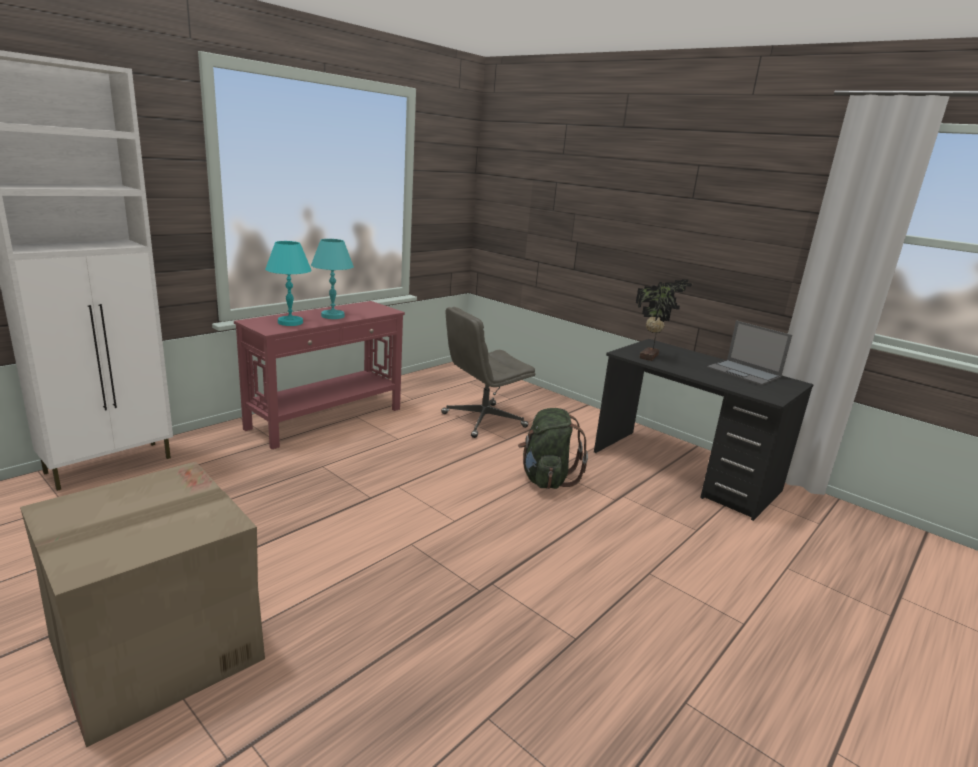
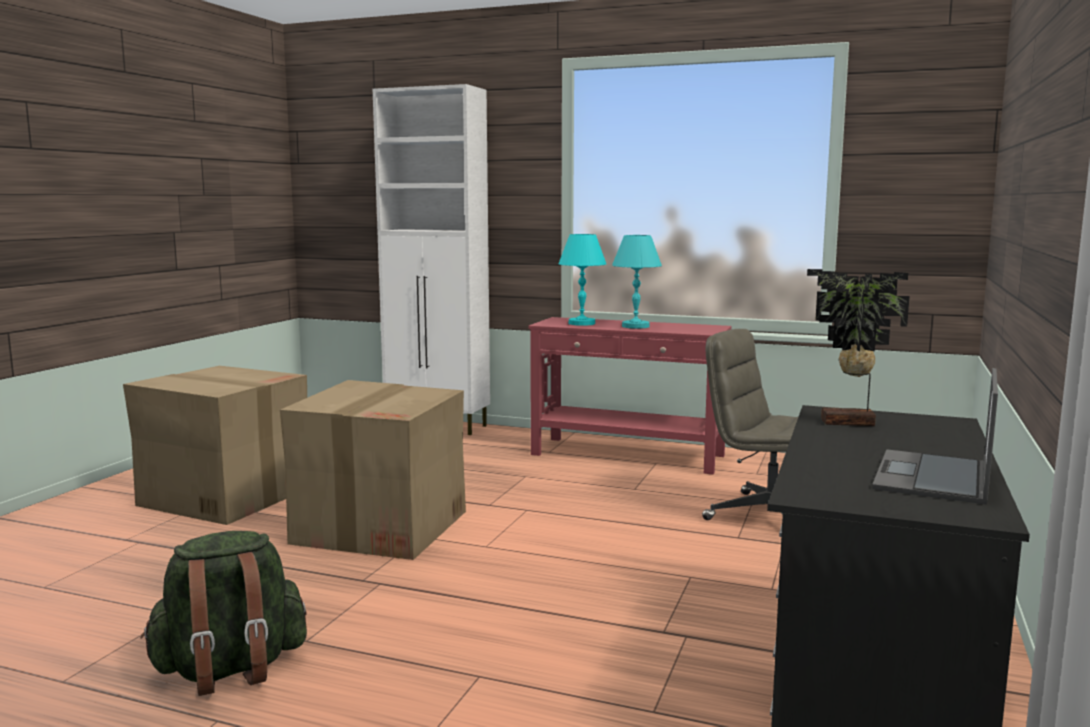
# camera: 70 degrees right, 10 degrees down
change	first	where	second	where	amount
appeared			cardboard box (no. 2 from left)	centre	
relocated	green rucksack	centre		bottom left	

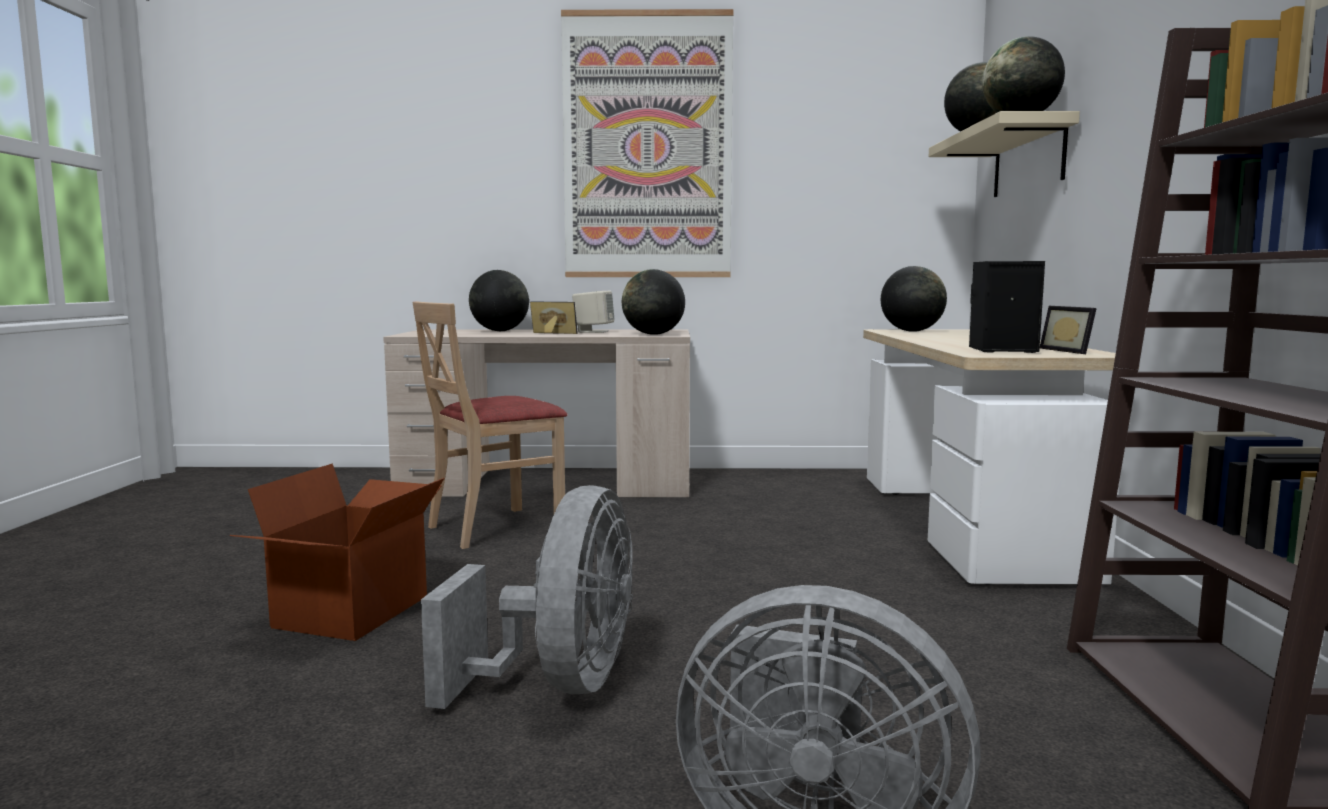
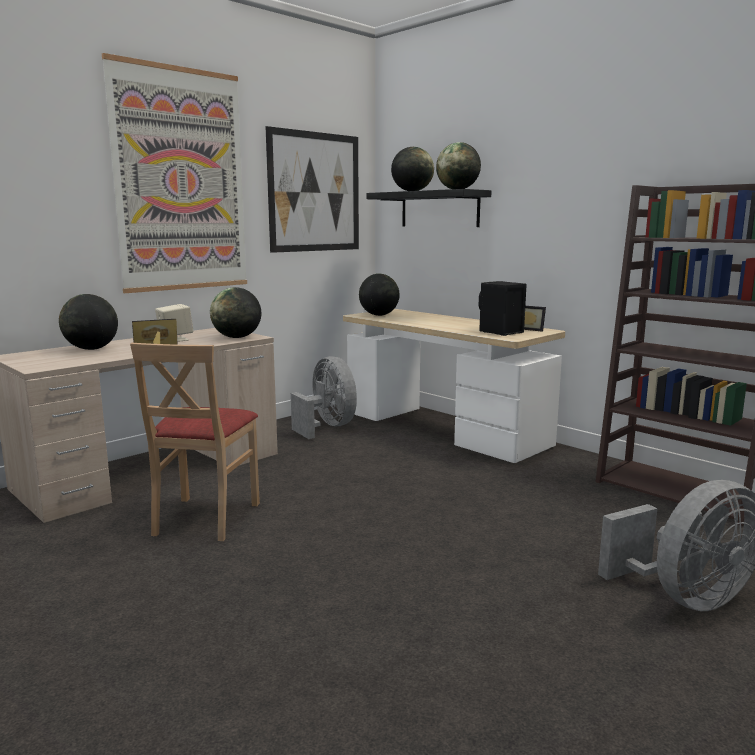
# camera: 45 degrees left, 5 degrees up
change	first	where	second	where	amount
missing	cardboard box	bottom left			
appeared			wall picture (no. 2 from left)	top centre	
relocated	gray cooling fan (no. 1 from left)	bottom centre		centre	
colour	beige wall shelf	top right	black wall shelf	top centre	

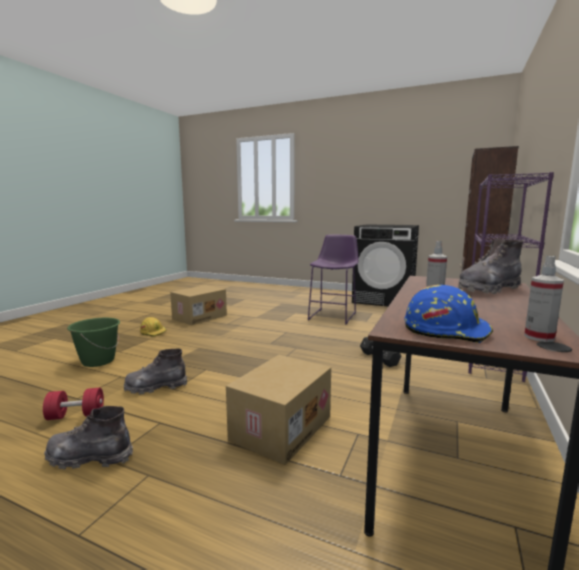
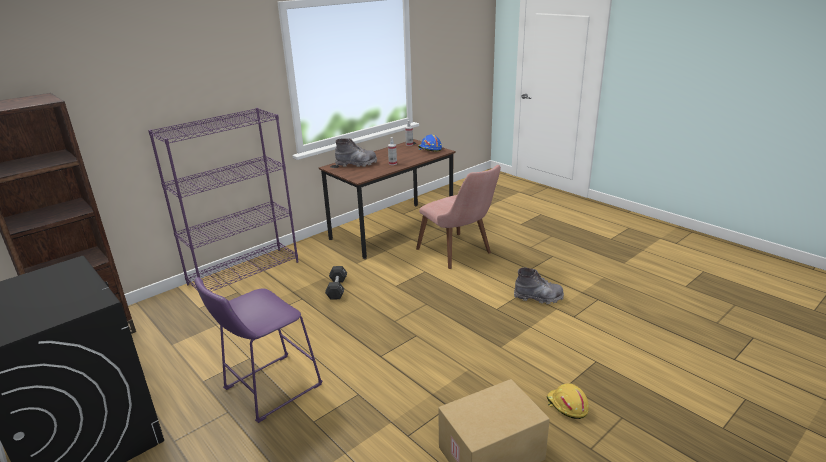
# camera: 155 degrees left, 15 degrees up
change	first	where	second	where	amount
missing	red dumbbell	bottom left			
missing	gray tall boot (no. 1 from left)	bottom left			
missing	green water bucket	middle left			
exchanged	cardboard box (no. 2 from left)	bottom centre	pinkish chair	centre	

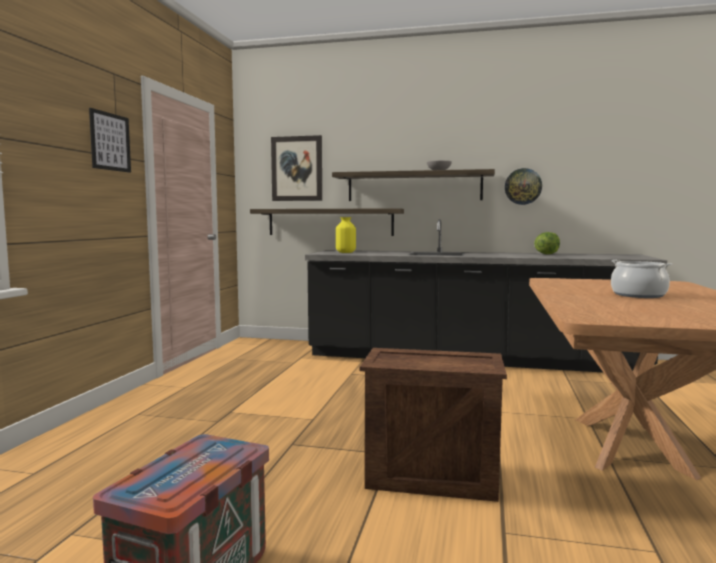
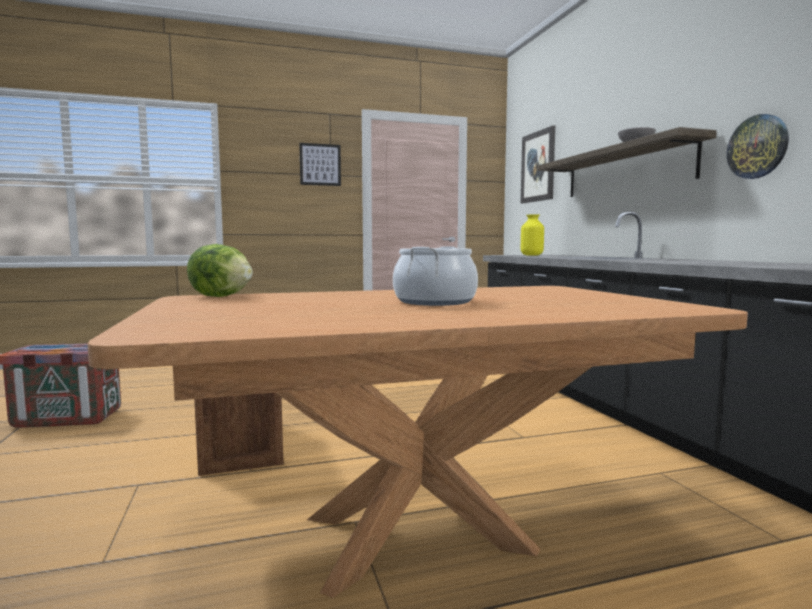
# camera: 60 degrees right, 0 degrees up
change	first	where	second	where	amount
missing	wall shelf (no. 1 from left)	centre			
relocated	lettuce	middle right		middle left	

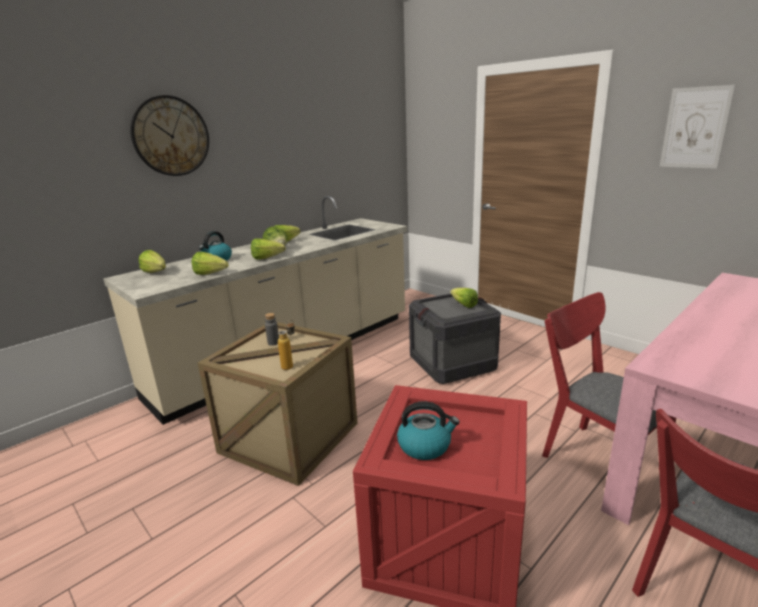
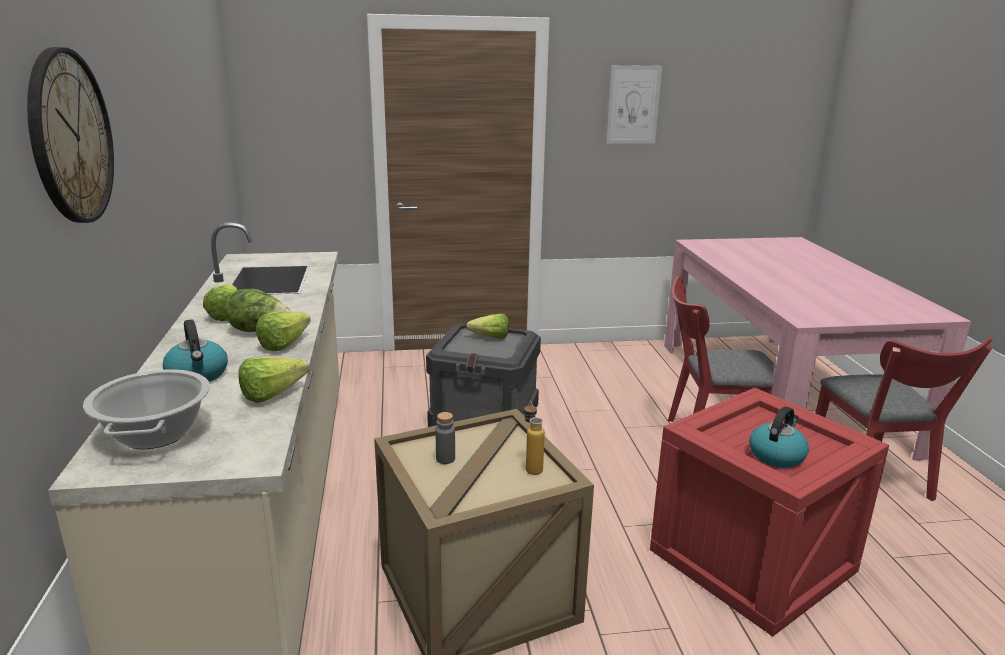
# camera: 55 degrees left, 0 degrees up
change	first	where	second	where	amount
exchanged	lettuce (no. 1 from left)	middle left	cooking pot	middle left	

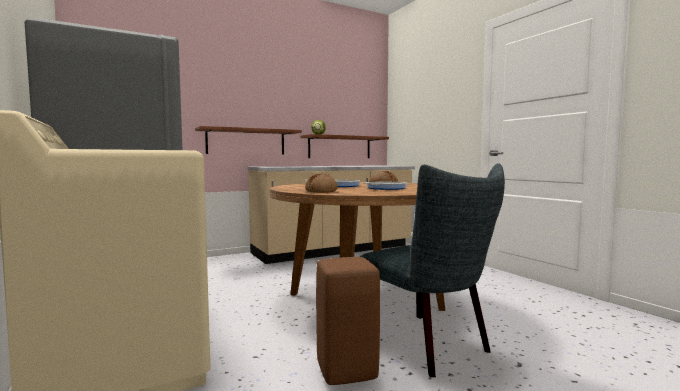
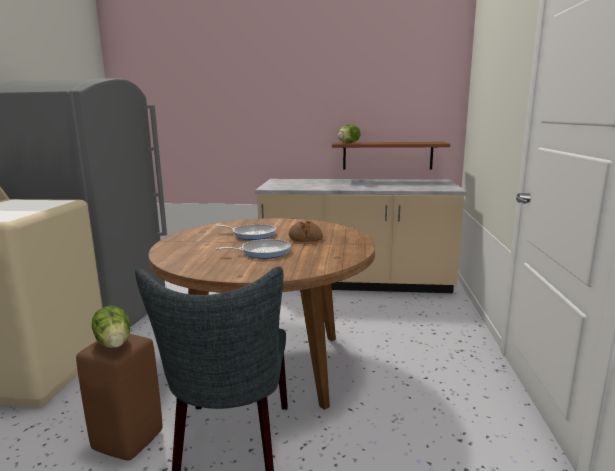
# camera: 35 degrees right, 10 degrees up
change	first	where	second	where	amount
missing	brown wall shelf (no. 1 from left)	centre			
missing	bread (no. 1 from left)	centre			
appeared			lettuce (no. 1 from left)	bottom left	

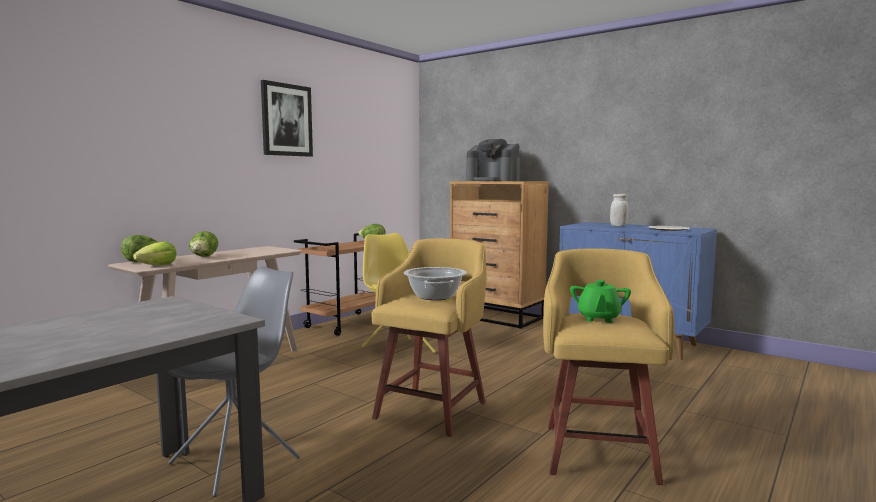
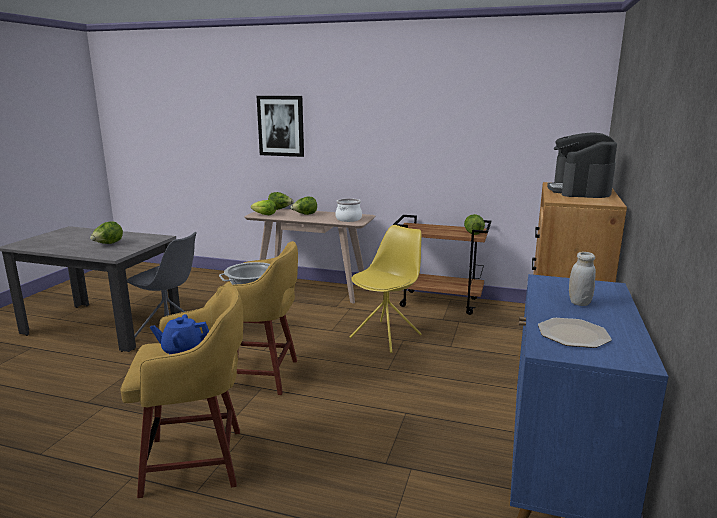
# camera: 70 degrees right, 10 degrees up
change	first	where	second	where	amount
appeared			lettuce (no. 1 from left)	middle left	
appeared			cooking pot (no. 2 from left)	centre	
relocated	wall picture	top left		top centre	
colour	green pot for tea	middle right	blue-coloured pot for tea	middle left	

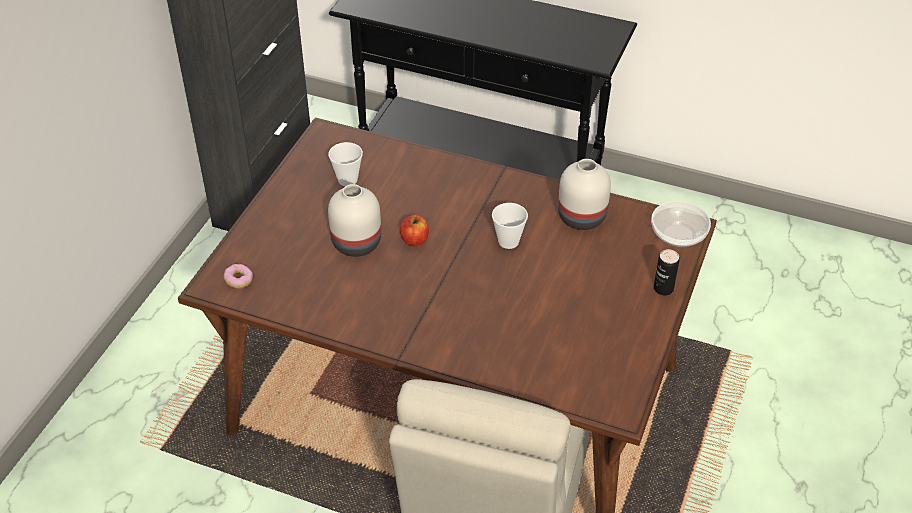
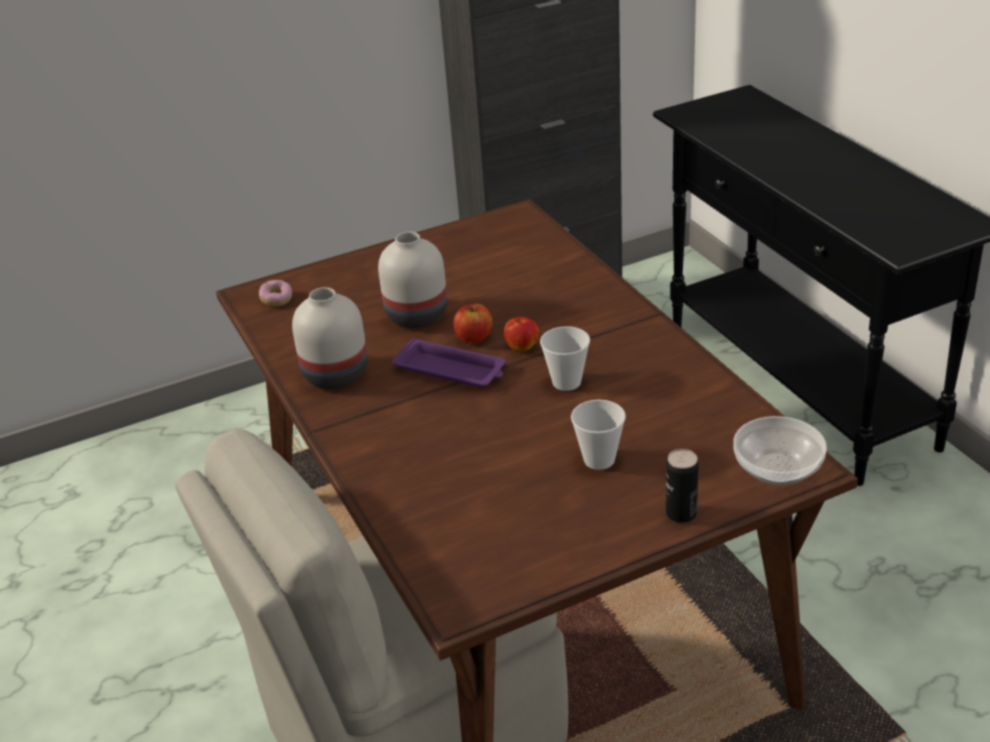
# camera: 45 degrees right, 10 degrees down
change	first	where	second	where	amount
appeared			purple-coloured tray	centre	
appeared			apple (no. 2 from left)	centre	
relocated	cup (no. 1 from left in the first image)	top centre	cup (no. 2 from left)	centre	
relocated	whitish decorative vase (no. 2 from left in the first image)	centre	whitish decorative vase (no. 1 from left)	middle left	

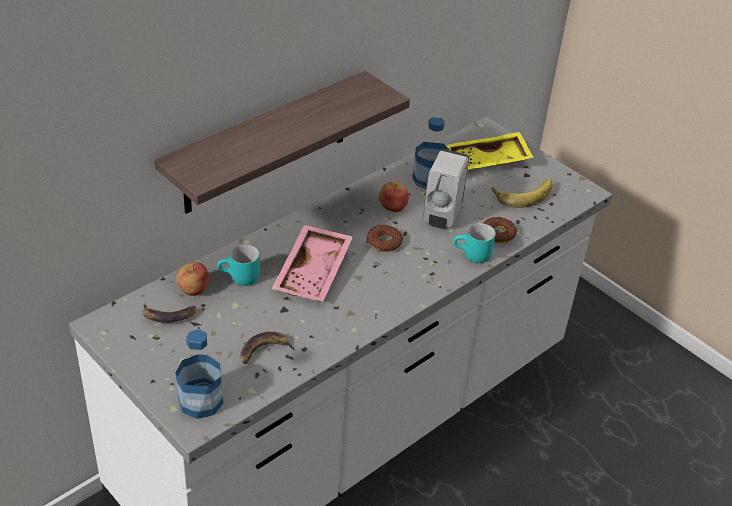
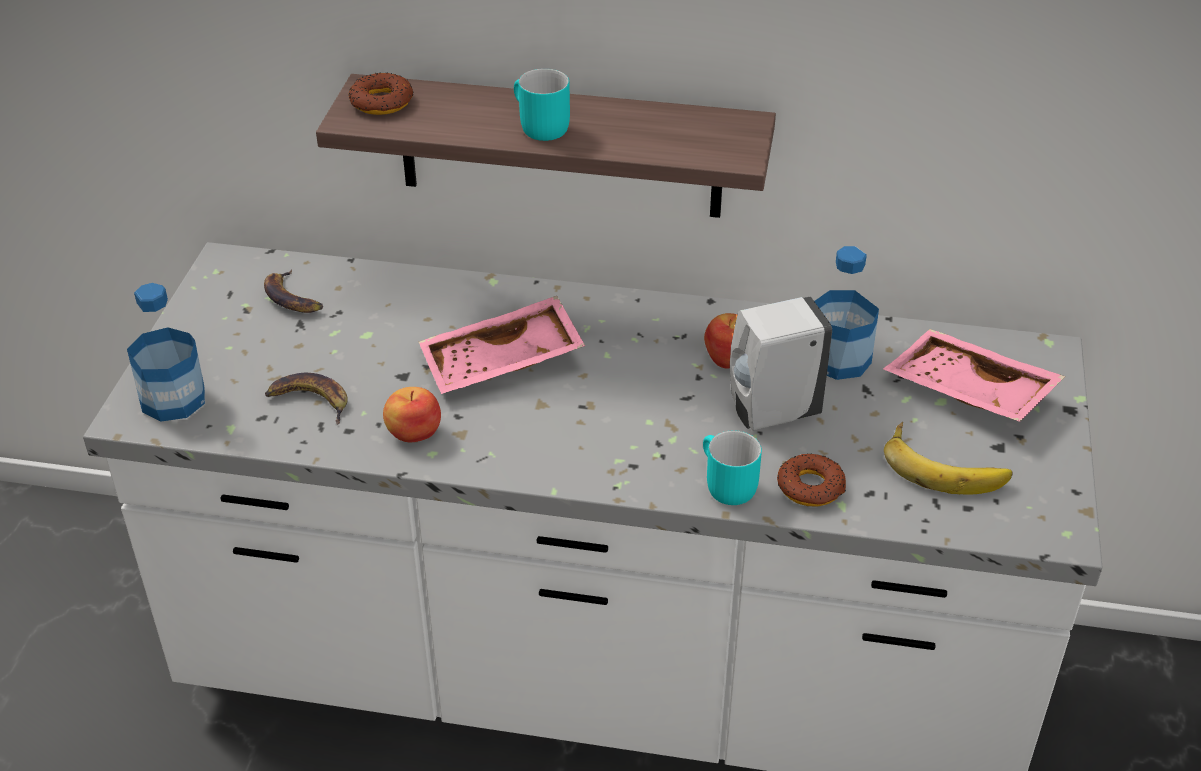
# camera: 55 degrees right, 0 degrees up
change	first	where	second	where	amount
relocated	apple (no. 1 from left)	middle left		centre	
relocated	blue-green coffee mug (no. 1 from left)	middle left		top centre	
relocated	donut (no. 1 from left)	centre		top left	
colour	yellowish tray	top right	pinkish tray (no. 2 from left)	middle right	

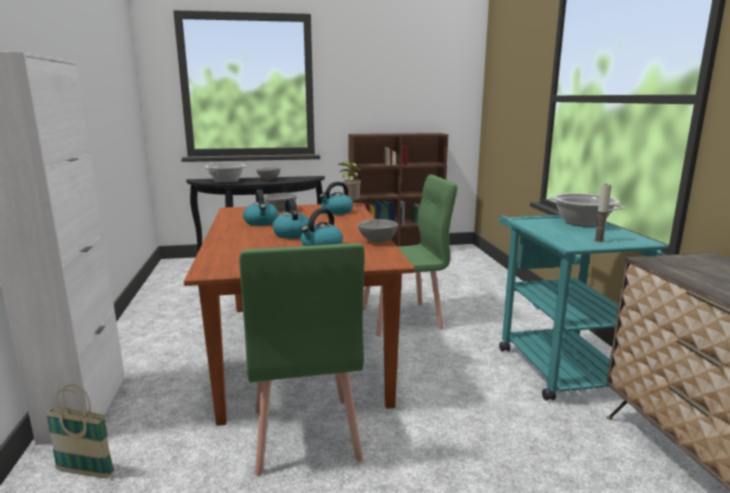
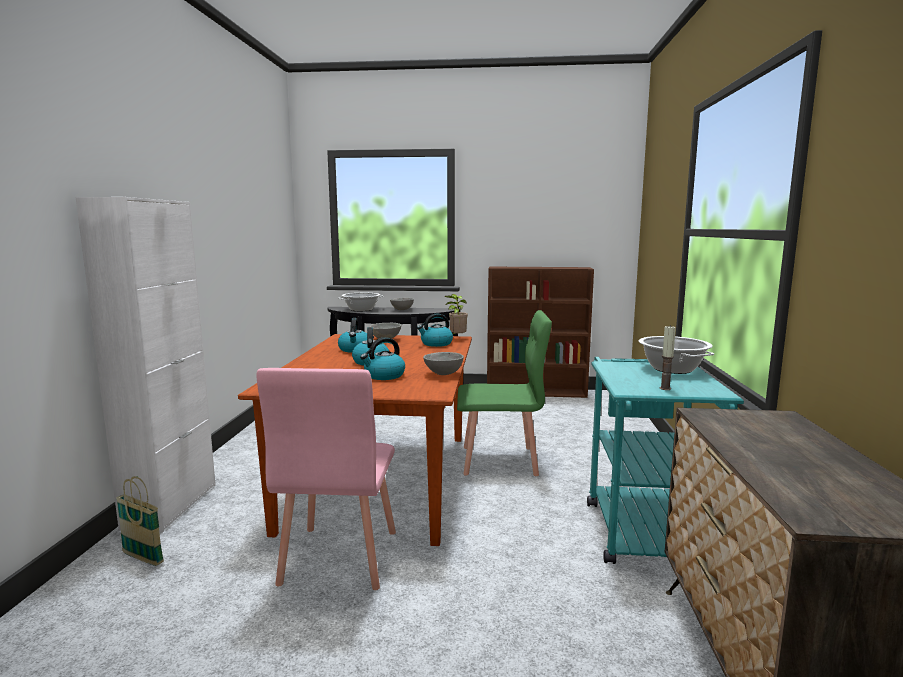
# camera: 15 degrees right, 5 degrees down
change	first	where	second	where	amount
colour	green chair (no. 1 from left)	bottom centre	pinkish chair	bottom centre	

